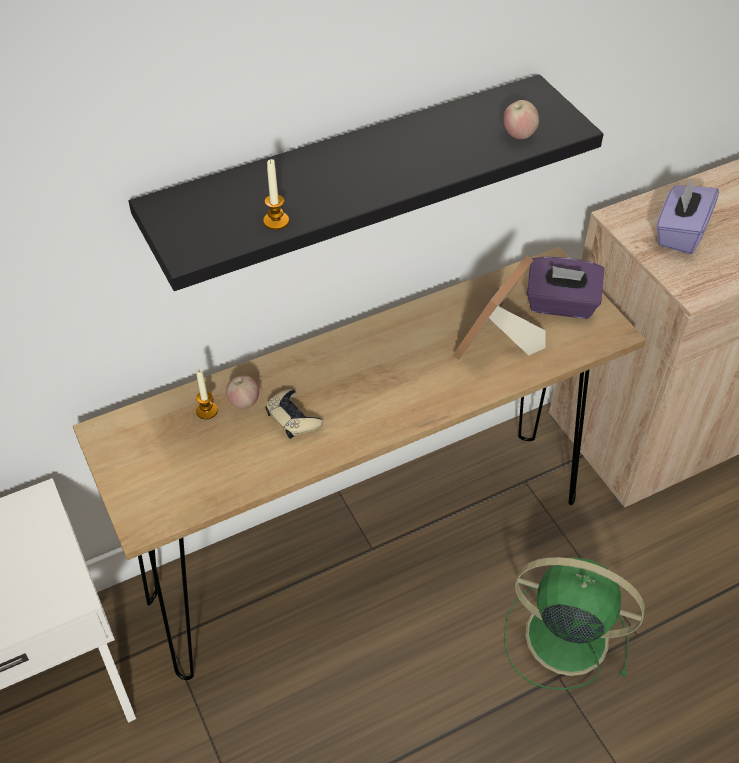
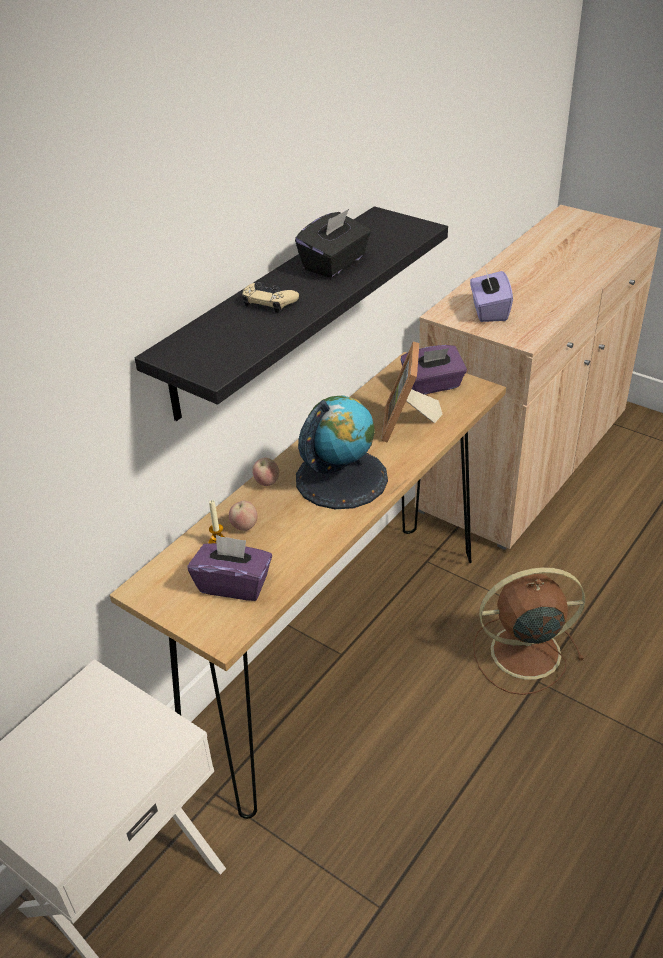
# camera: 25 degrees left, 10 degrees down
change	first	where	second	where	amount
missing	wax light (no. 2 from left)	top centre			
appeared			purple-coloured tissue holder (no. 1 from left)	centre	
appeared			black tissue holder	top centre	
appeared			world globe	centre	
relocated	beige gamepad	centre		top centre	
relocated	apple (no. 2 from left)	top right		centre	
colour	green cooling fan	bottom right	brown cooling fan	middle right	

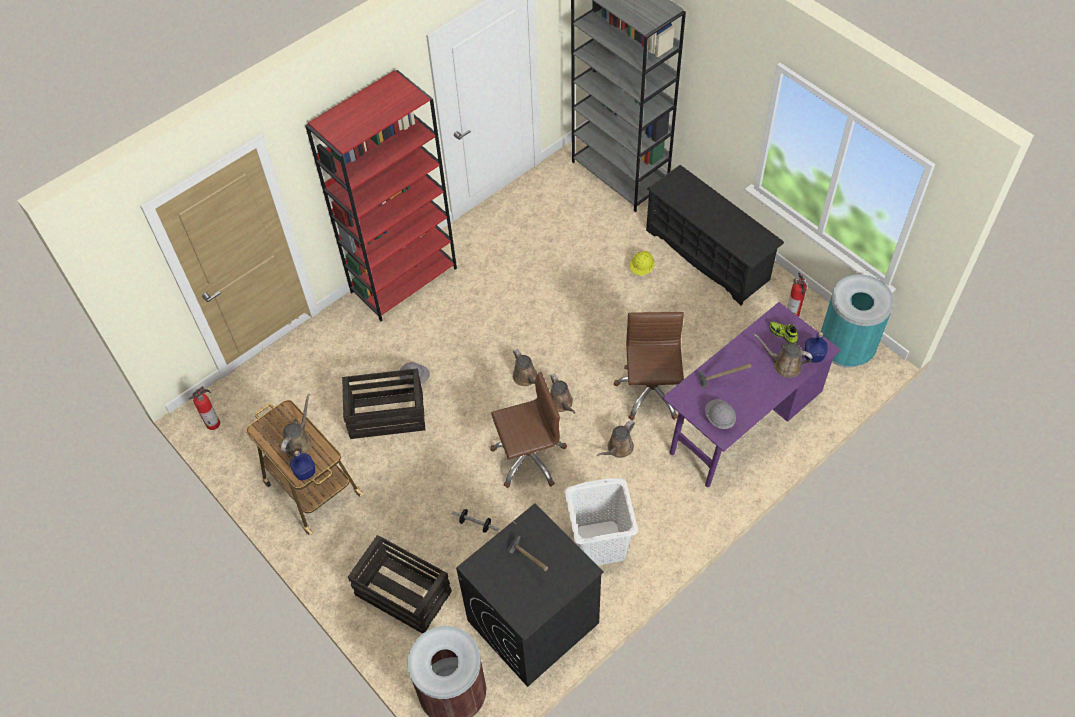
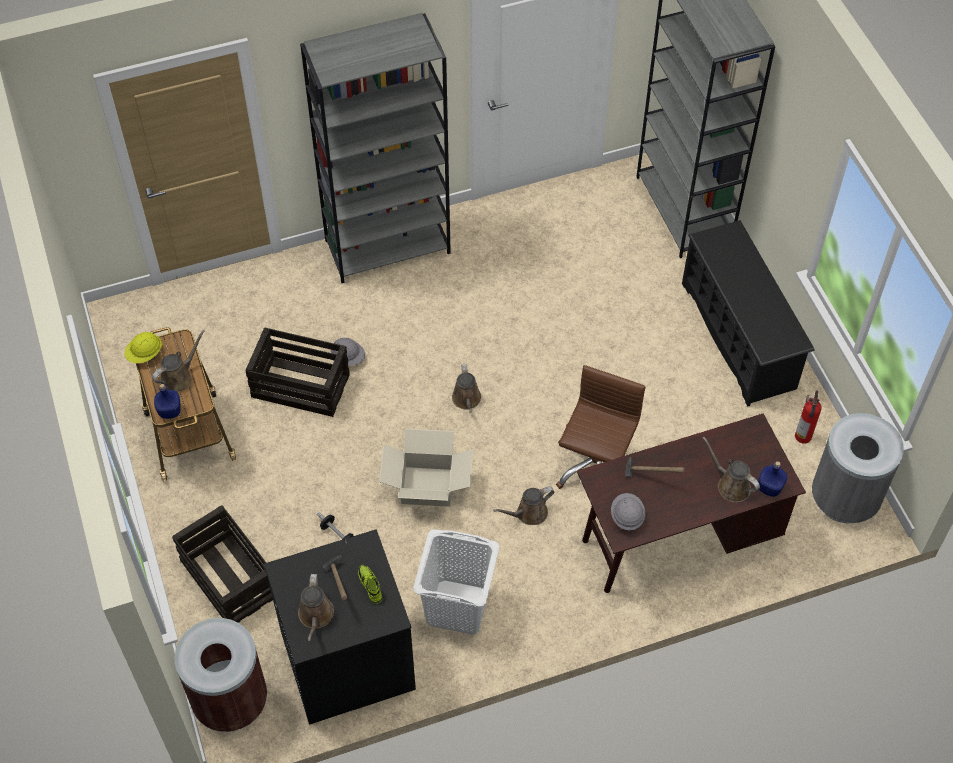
# camera: 20 degrees right, 0 degrees up
change	first	where	second	where	amount
missing	extinguisher (no. 1 from left)	middle left			
relocated	brown sprinkling can (no. 3 from left in the first image)	centre	brown sprinkling can (no. 2 from left)	bottom left	
relocated	yellowish work helmet	centre		middle left	
relocated	item of footwear	middle right		bottom centre	
exchanged	brown computer chair (no. 1 from left)	centre	cardboard box	centre	
colour	red shelving unit	top centre	gray shelving unit (no. 1 from left)	top centre	
colour	purple-coloured desk	middle right	brown desk	middle right	
colour	blue-green rubbish bin	middle right	gray rubbish bin	middle right	

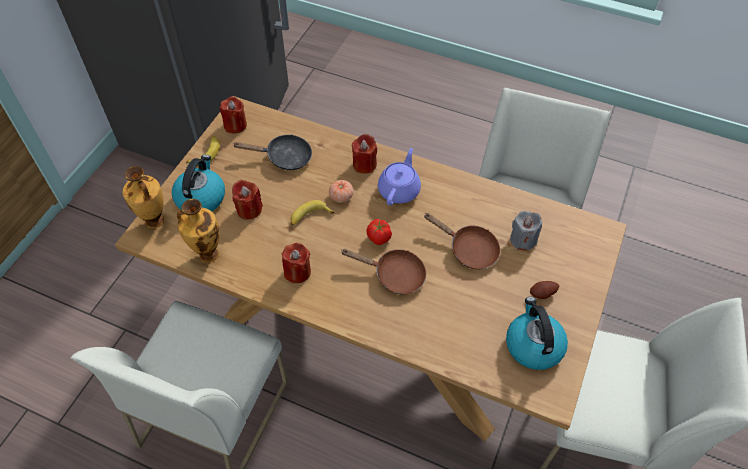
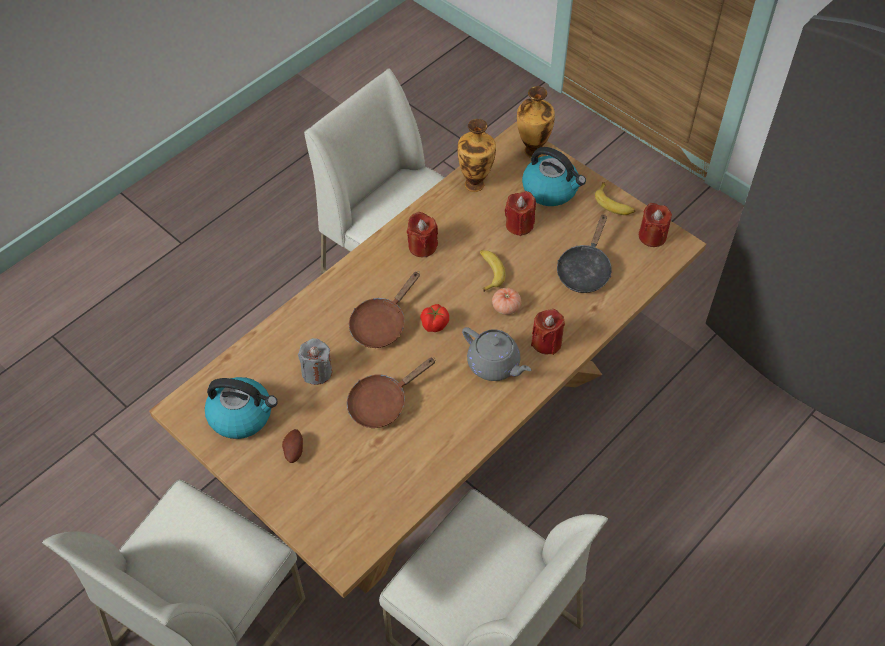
# camera: 110 degrees right, 0 degrees up
change	first	where	second	where	amount
relocated	gray wax light	middle right		centre	
colour	purple-coloured pot for tea	centre	gray pot for tea	centre	

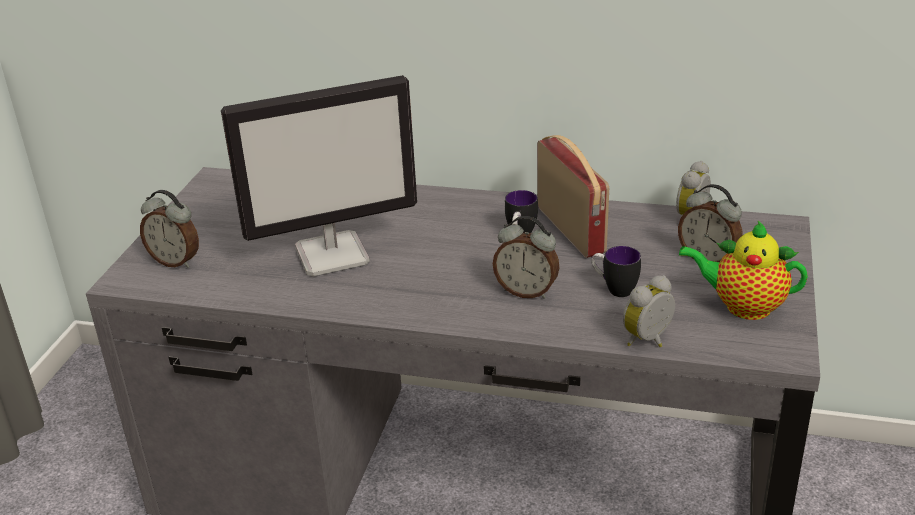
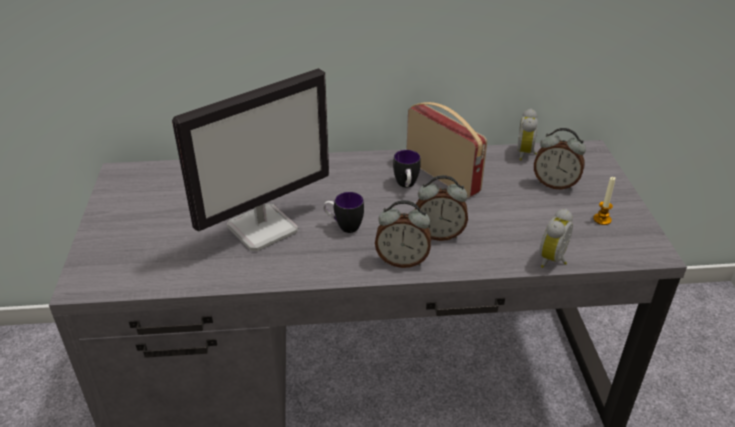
# camera: 20 degrees left, 5 degrees up
change	first	where	second	where	amount
relocated	bedside clock (no. 1 from left)	middle left		centre	
relocated	coffee mug (no. 2 from left in the first image)	middle right	coffee mug (no. 1 from left)	centre	
exchanged	pot for tea	middle right	wax light	middle right	

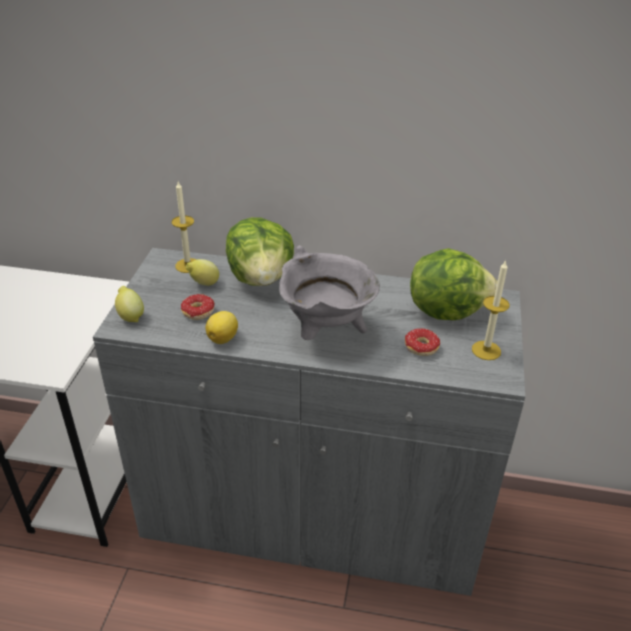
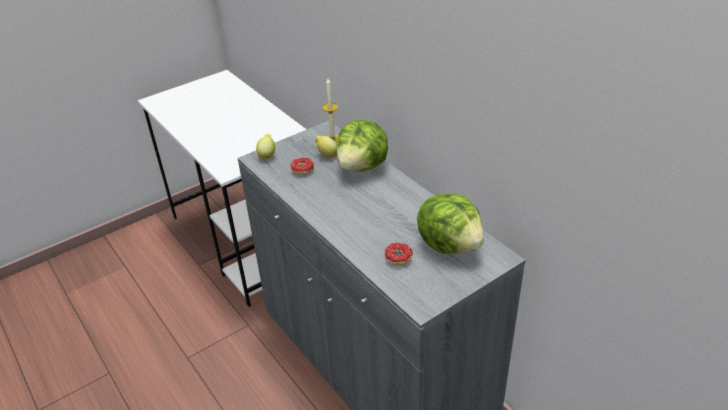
# camera: 45 degrees right, 0 degrees up
change	first	where	second	where	amount
missing	lemon (no. 3 from left)	centre			
missing	gray cooking pot	centre			
missing	wax light (no. 2 from left)	middle right			

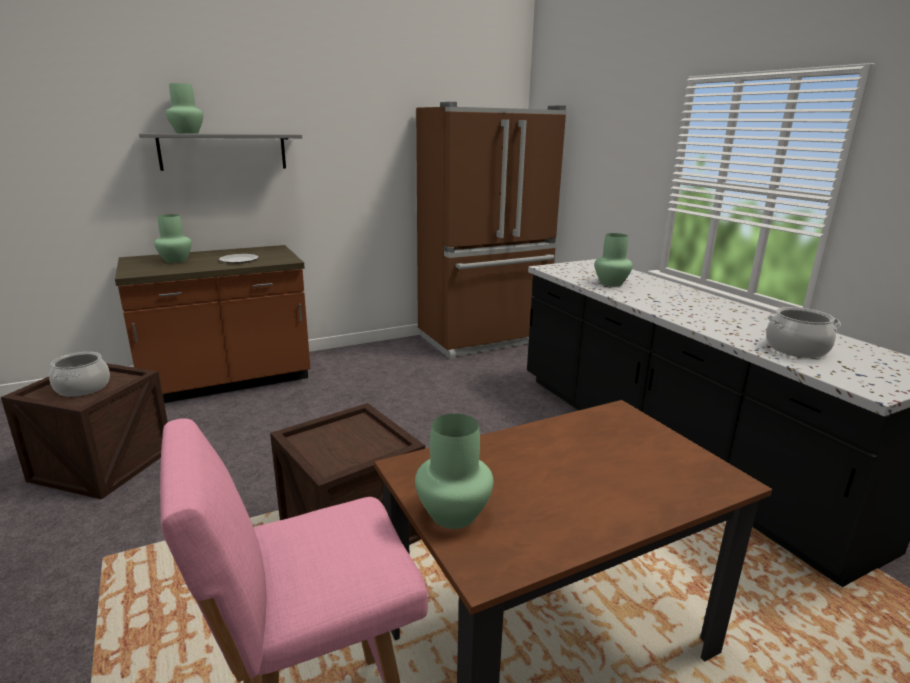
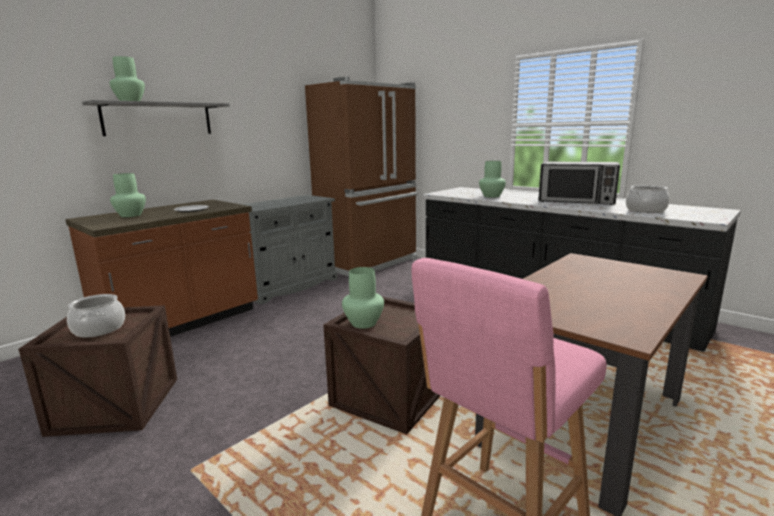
# camera: 20 degrees left, 5 degrees down
change	first	where	second	where	amount
appeared			gray cupboard	centre	
appeared			kitchen microwave	middle right	
relocated	green decorative vase (no. 3 from left)	bottom centre		centre	

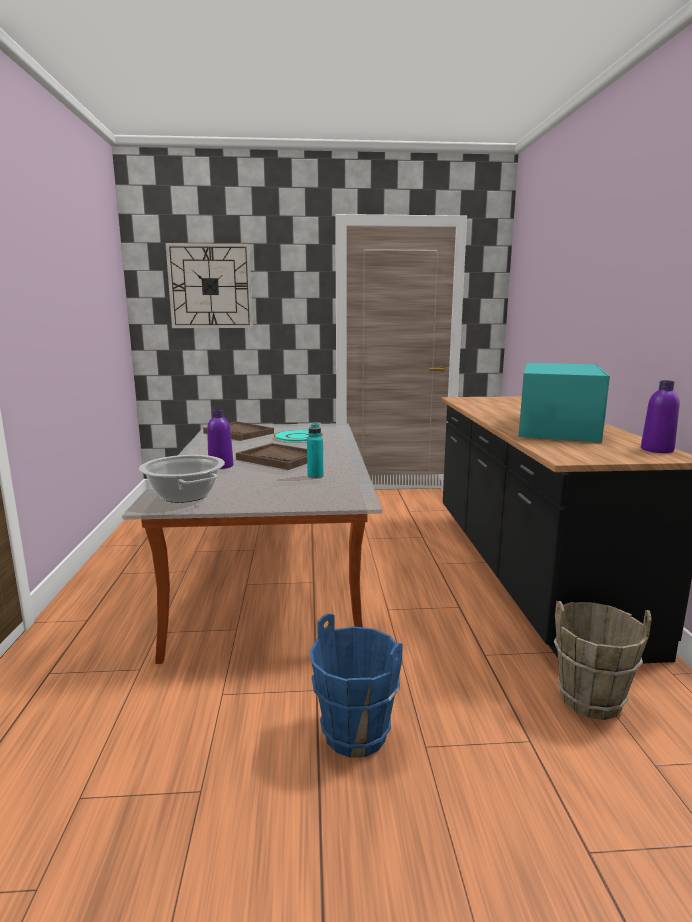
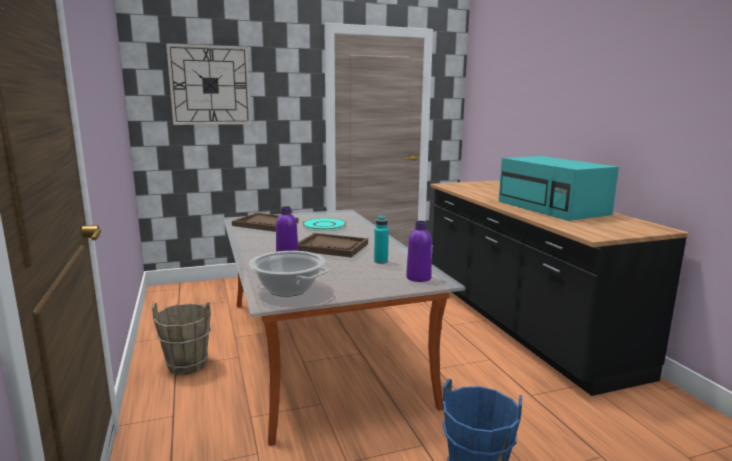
# camera: 15 degrees left, 0 degrees up
change	first	where	second	where	amount
relocated	brown water bucket	bottom right		bottom left	
relocated	purple-coloured bottle (no. 2 from left)	middle right		centre	
spun	blue-green kitchen microwave	middle right		middle right	150 degrees clockwise

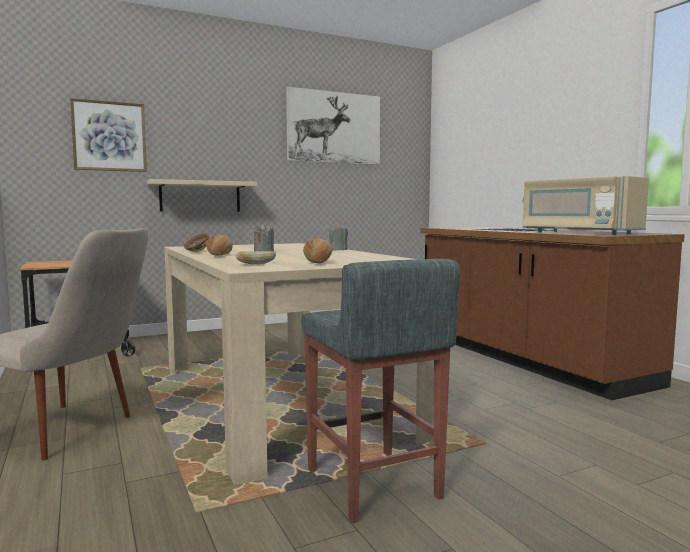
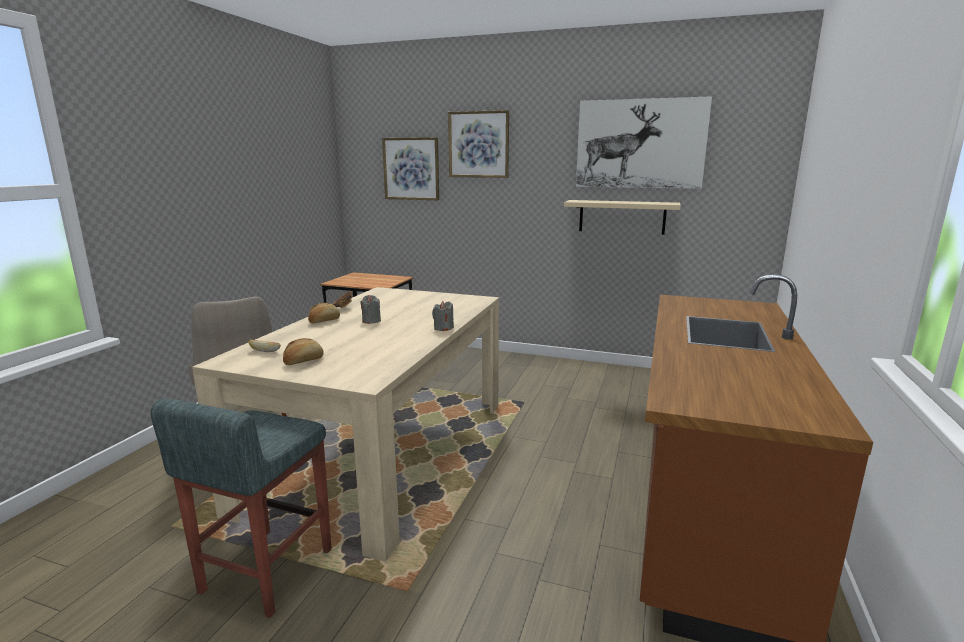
# camera: 45 degrees right, 10 degrees up
change	first	where	second	where	amount
missing	beige kitchen microwave	middle right			
appeared			wall picture (no. 2 from left)	top centre	
relocated	beige wall shelf	middle left		centre	

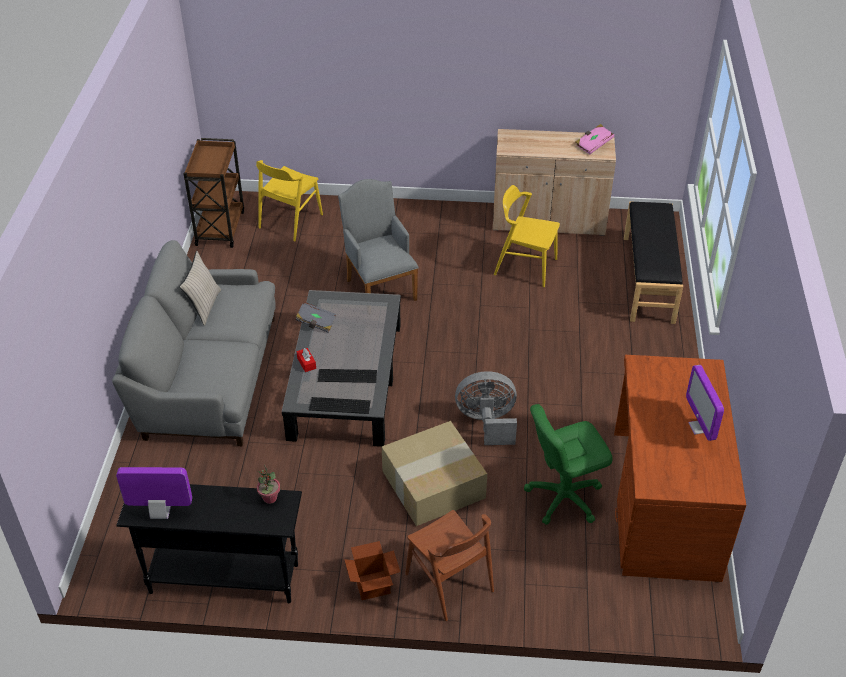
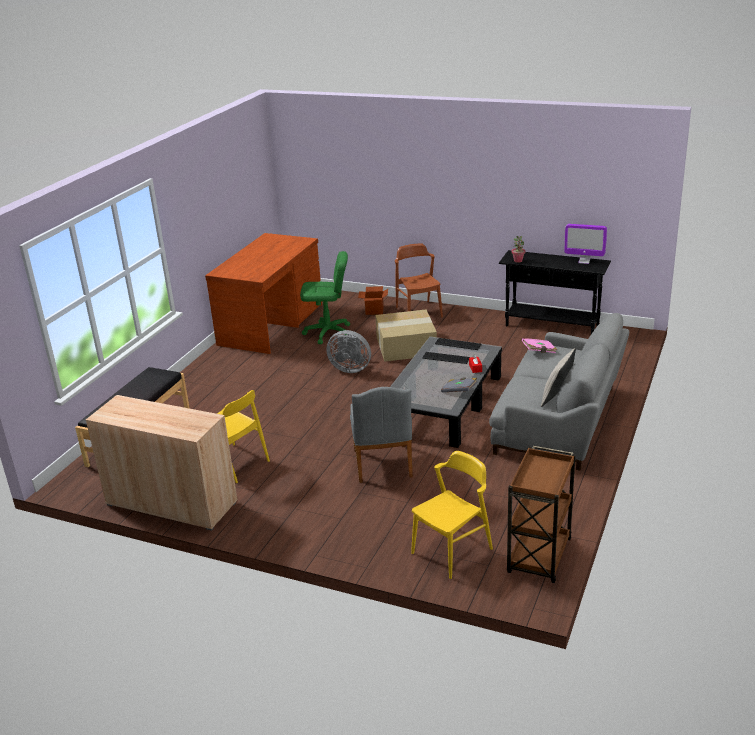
# camera: 160 degrees left, 15 degrees down
change	first	where	second	where	amount
missing	monitor (no. 2 from left)	middle right			
relocated	cardboard box (no. 1 from left)	bottom centre		centre	
relocated	pinkish book	top right		middle right	

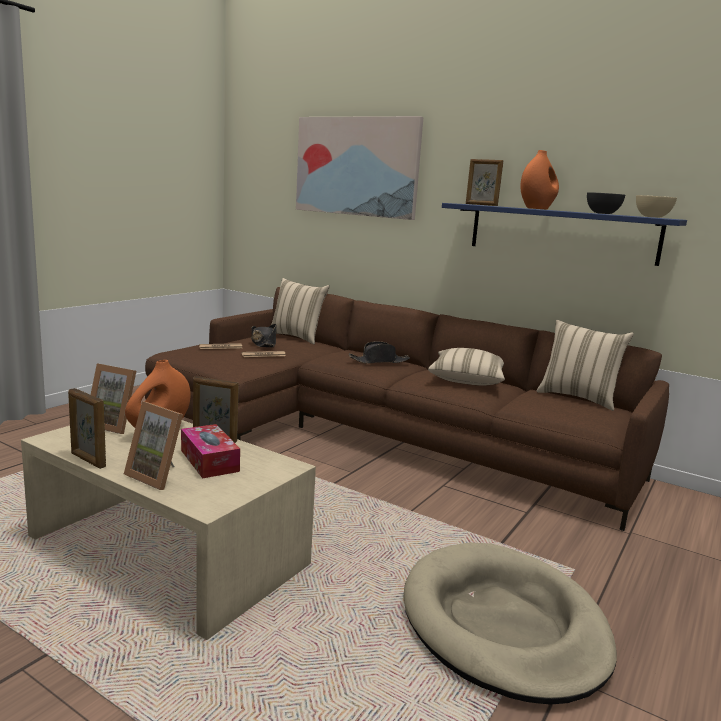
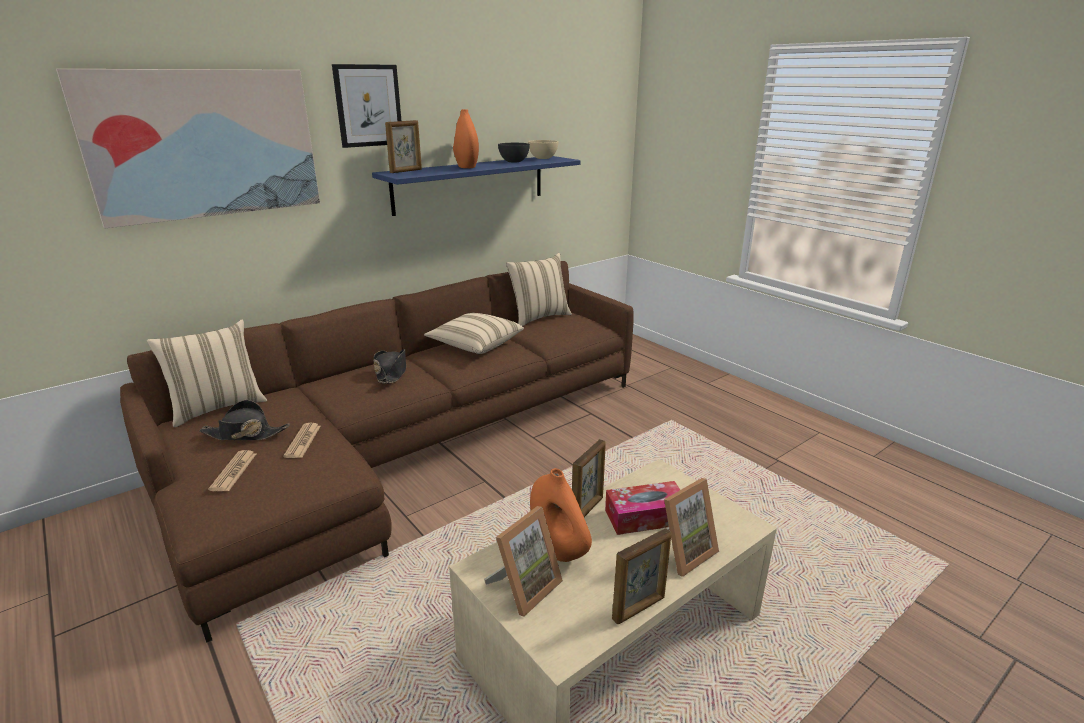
# camera: 70 degrees left, 10 degrees up
change	first	where	second	where	amount
missing	beige pet bed	bottom right			
appeared			wall picture (no. 2 from left)	top centre	

